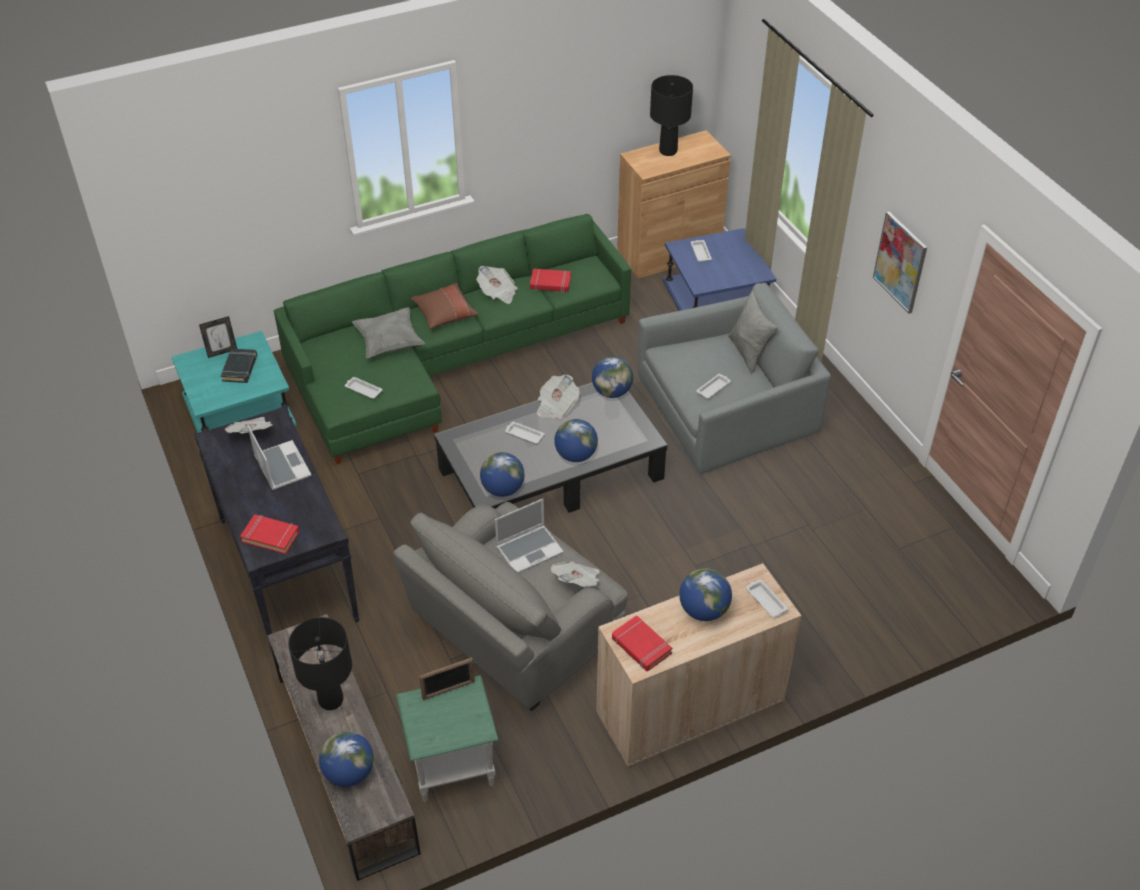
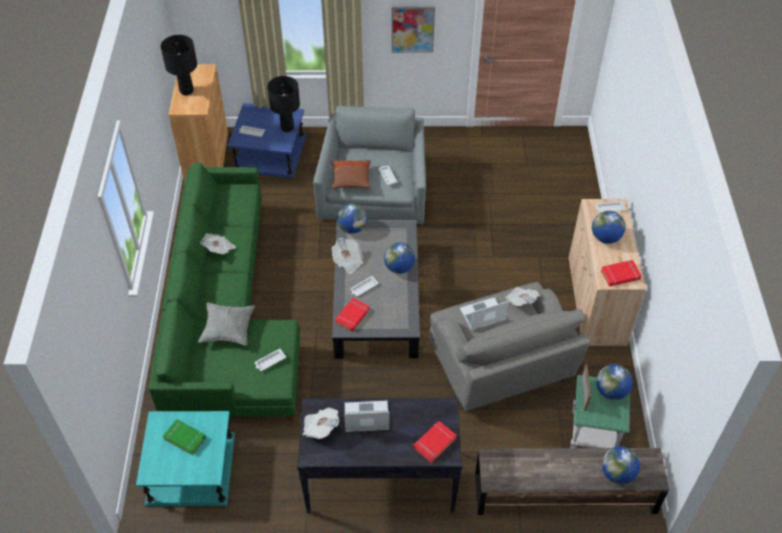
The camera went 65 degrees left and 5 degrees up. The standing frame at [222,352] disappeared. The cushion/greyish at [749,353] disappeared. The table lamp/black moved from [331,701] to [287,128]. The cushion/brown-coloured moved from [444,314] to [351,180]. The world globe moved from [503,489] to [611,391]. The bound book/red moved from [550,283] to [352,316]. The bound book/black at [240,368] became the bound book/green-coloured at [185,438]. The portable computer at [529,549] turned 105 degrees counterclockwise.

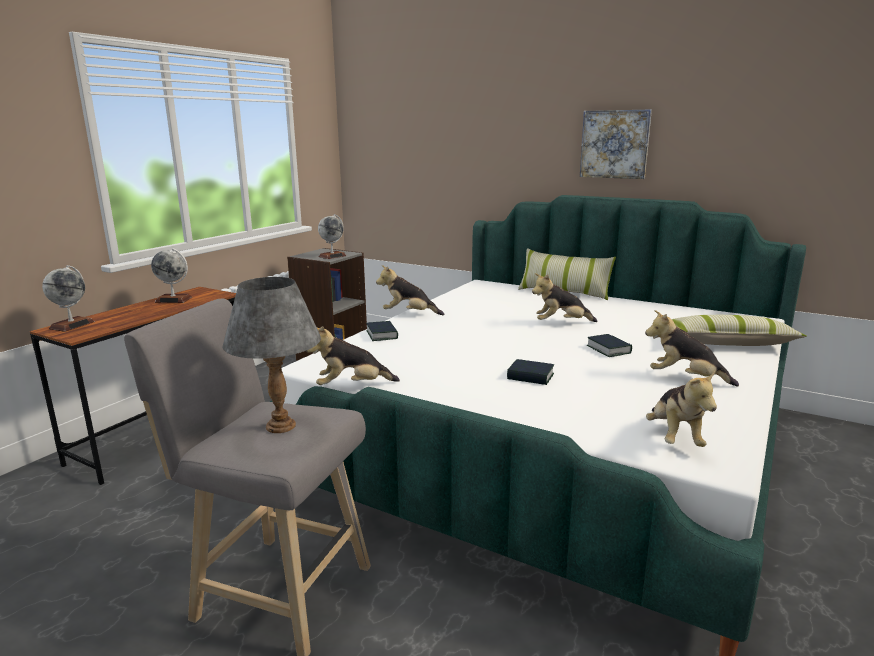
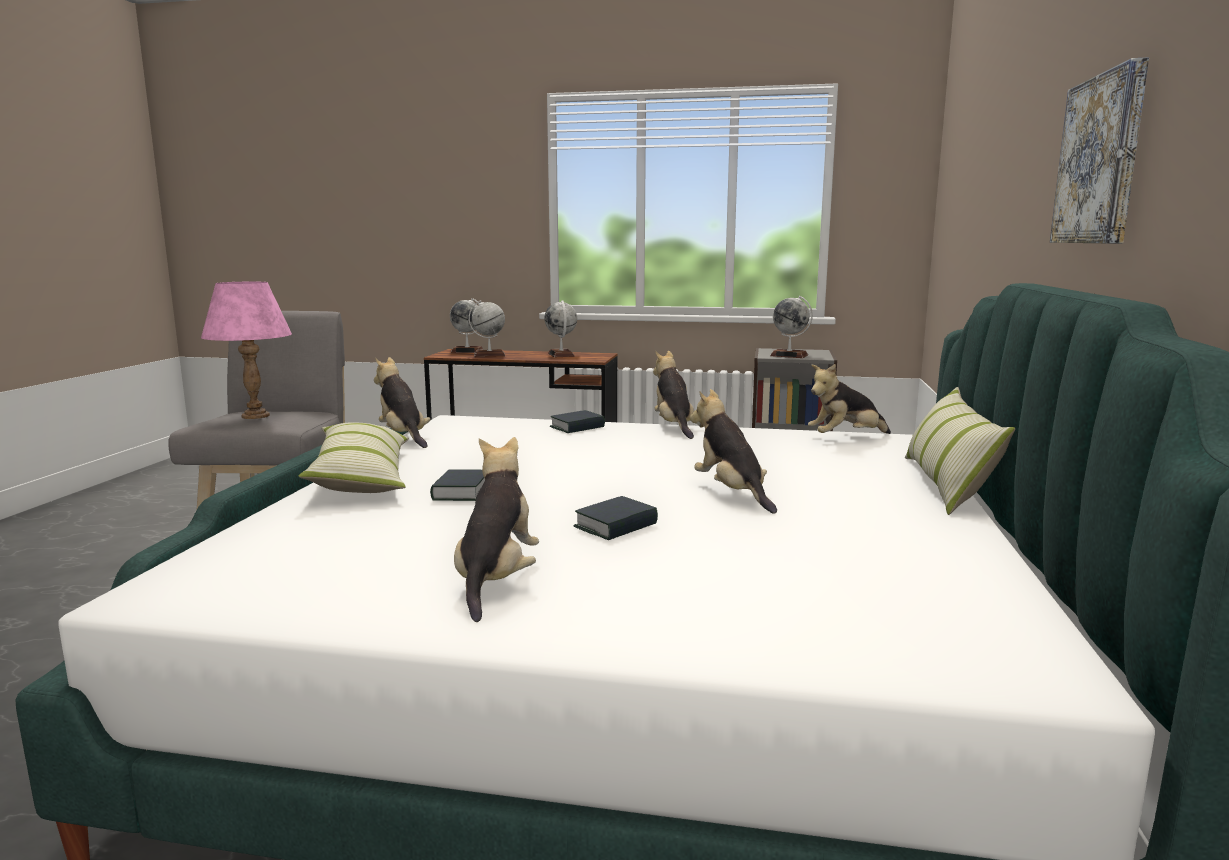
The camera went 70 degrees right and 5 degrees down. The world globe at [489,355] appeared. The soft toy moved from [674,437] to [845,438]. The cushion moved from [726,344] to [361,477]. The table lamp/greyish at [281,426] became the table lamp/pink-coloured at [255,416].

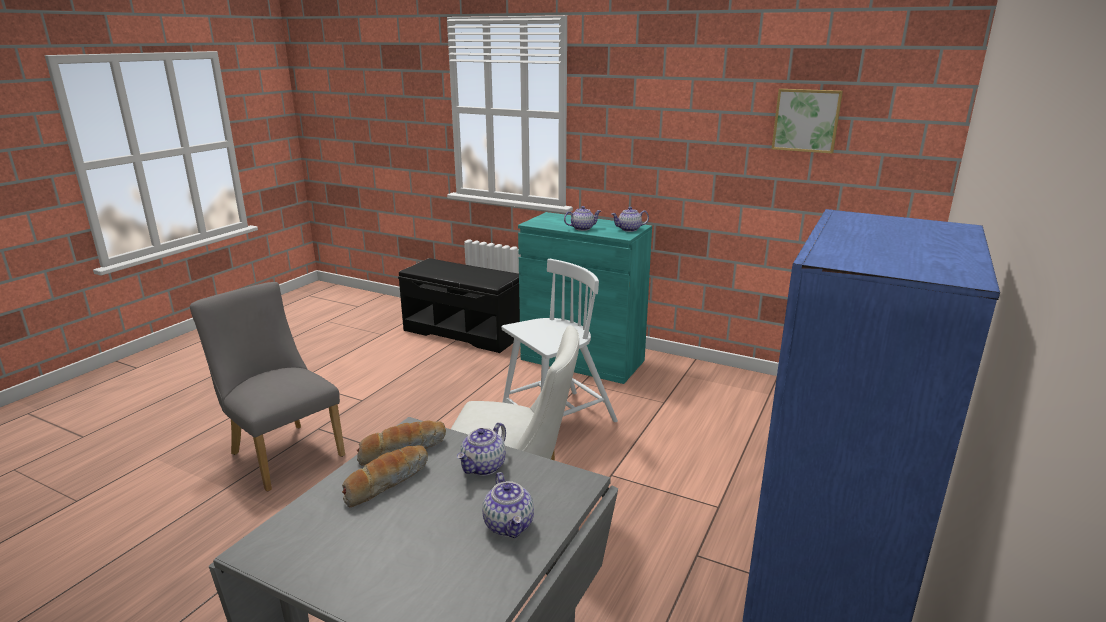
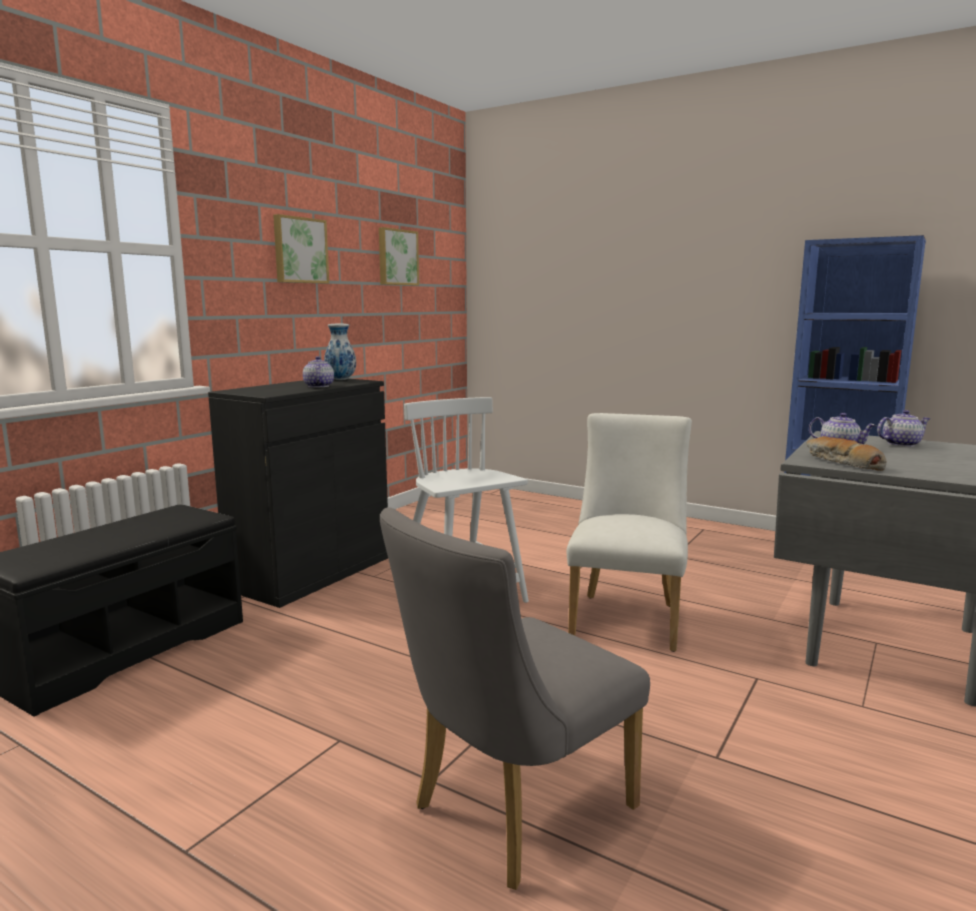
The camera went 85 degrees left and 10 degrees down. The baked bread at [386,482] disappeared. The wall picture at [299,250] appeared. The tea pot at [629,229] was replaced by the vase at [341,380]. The storage cabinet/turquoise at [582,360] became the storage cabinet/black at [311,573].

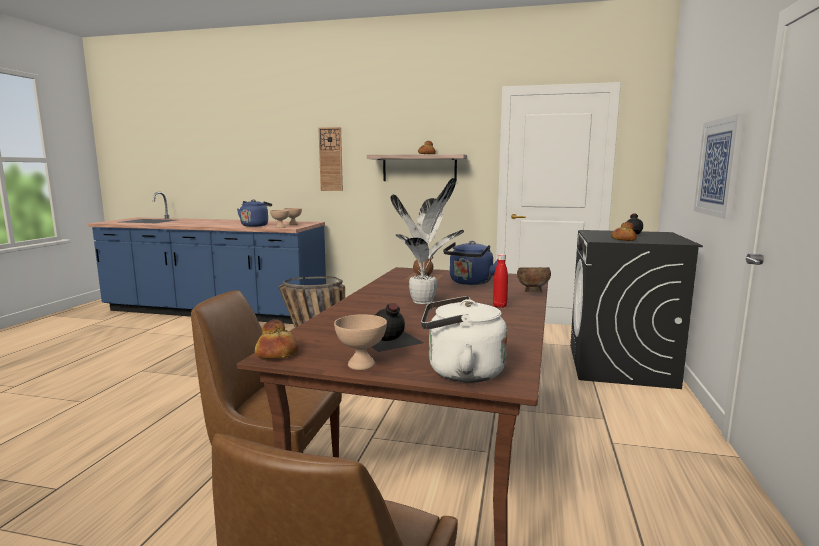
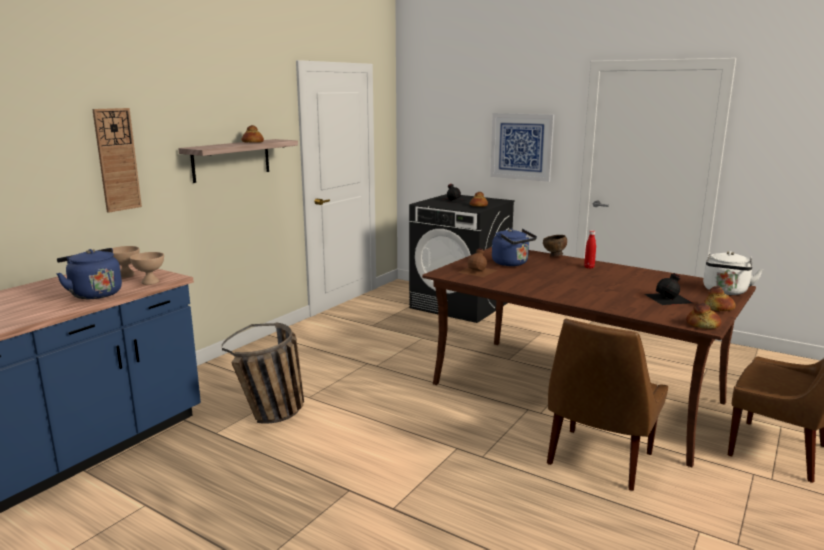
The camera went 70 degrees left and 5 degrees up. The potted plant at [424,302] disappeared. The bowl/beige-coloured at [360,364] was replaced by the baked bread at [718,308].

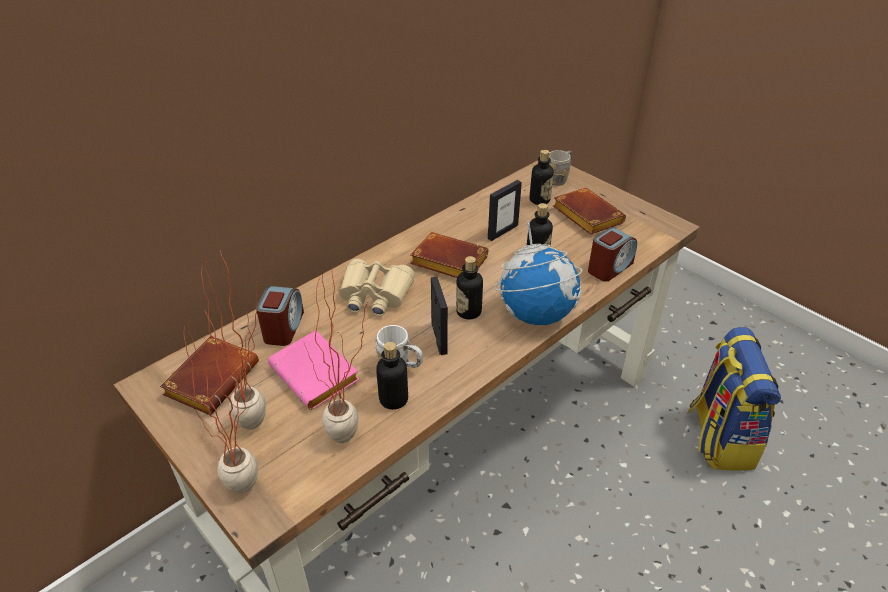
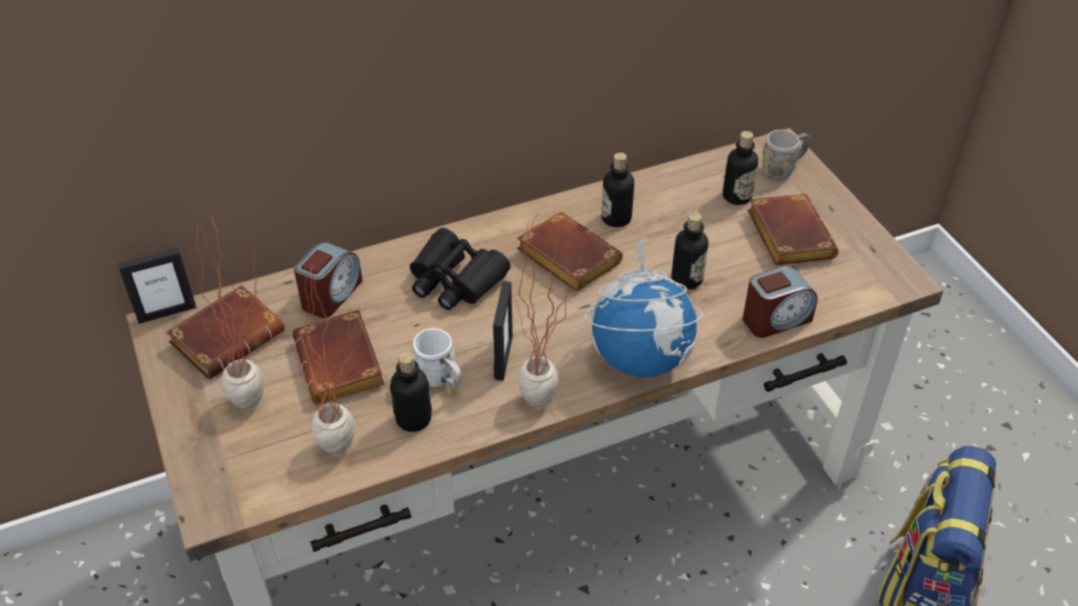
The camera went 20 degrees right and 5 degrees up. The potted plant moved from [255,486] to [550,403]. The bottle moved from [468,311] to [616,218]. The standing frame moved from [502,231] to [167,312]. The bound book/pink-coloured at [318,375] became the bound book/brown-coloured at [343,365]. The pair of binoculars/beige-coloured at [375,295] became the pair of binoculars/black at [455,280].

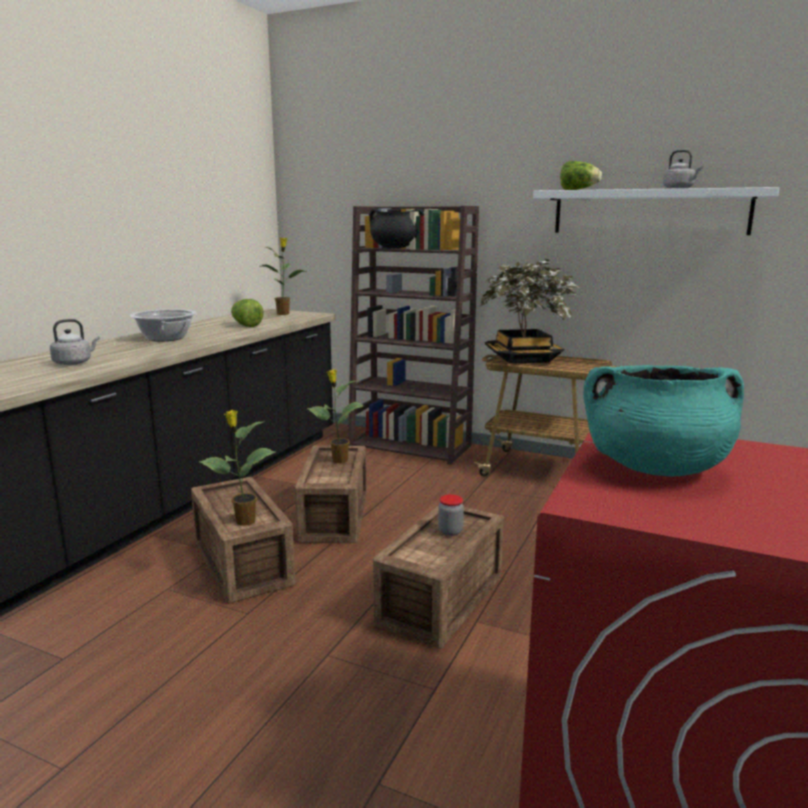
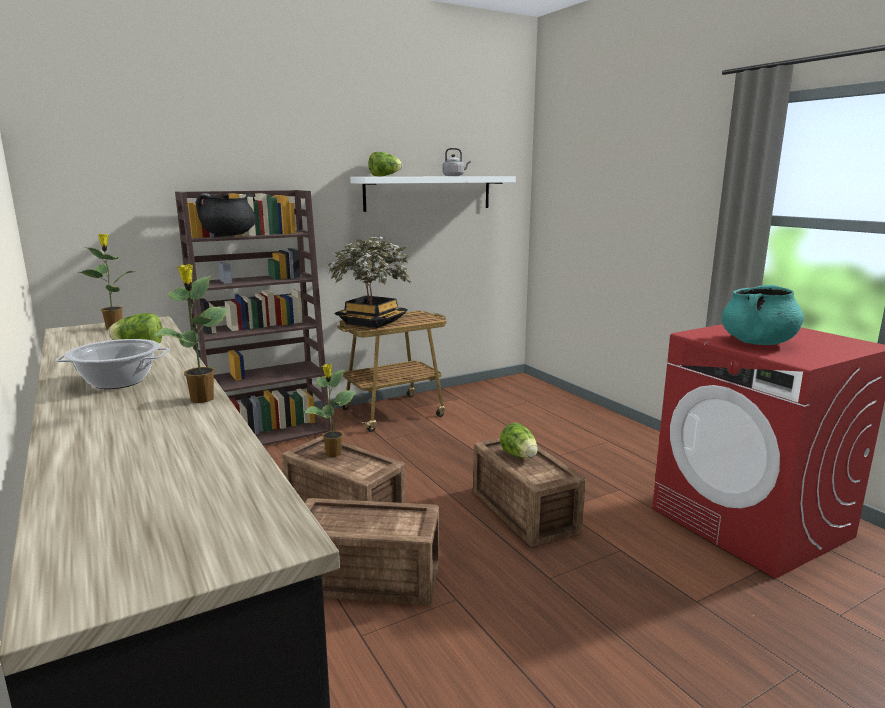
The camera went 55 degrees left and 0 degrees up. The water kettle/greyish at [74,363] disappeared. The potted plant moved from [244,521] to [202,399]. The jar at [450,531] was replaced by the lettuce at [519,456].

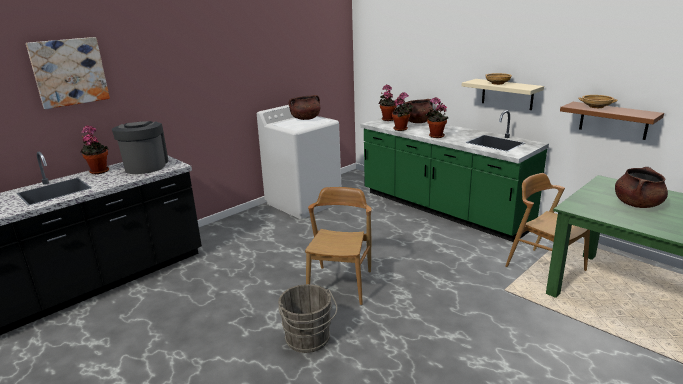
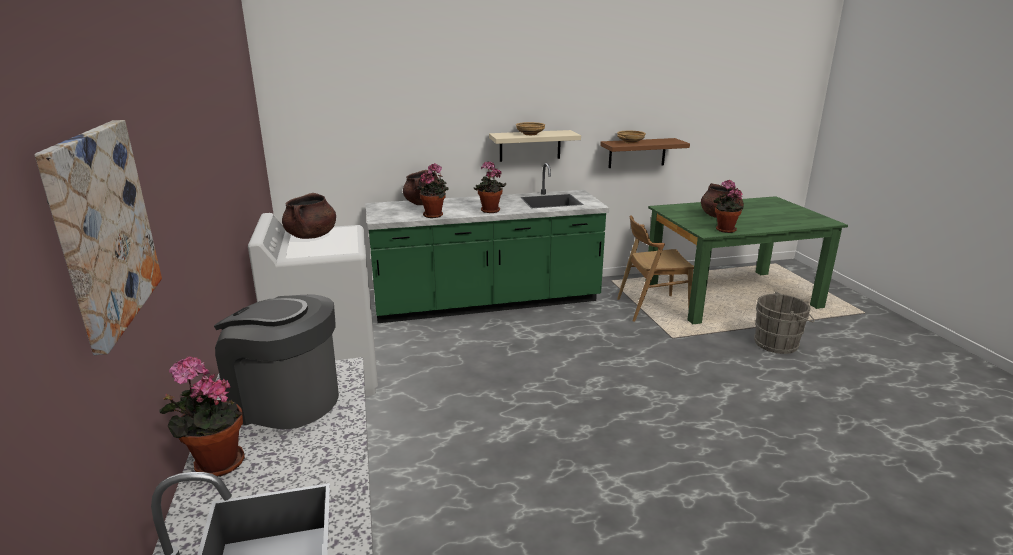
The camera went 60 degrees left and 0 degrees up. The plain chair/brown-coloured at [340,285] disappeared. The pail/greyish moved from [308,340] to [779,344]. The potted plant moved from [387,119] to [723,230].

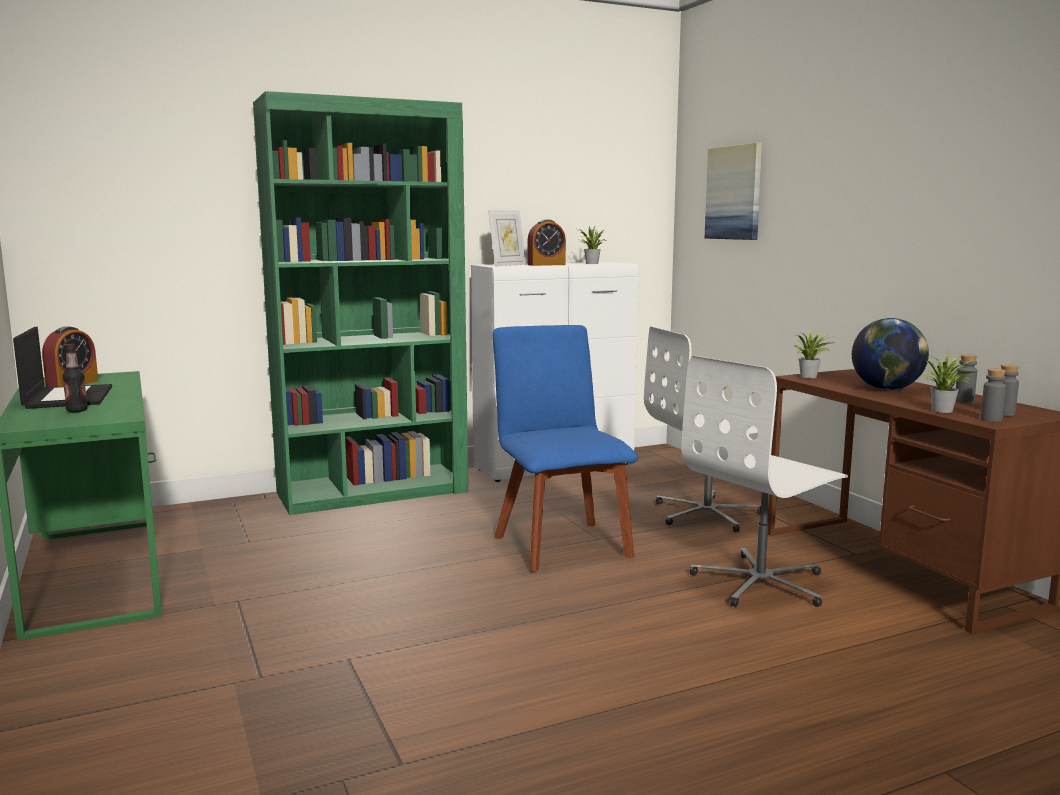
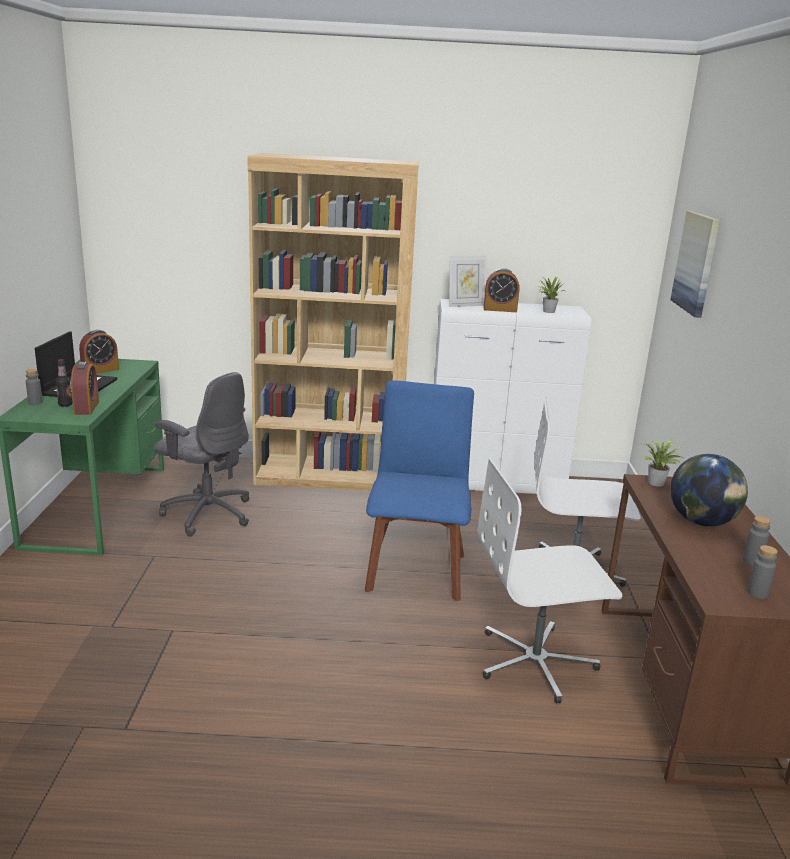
The camera went 25 degrees right and 10 degrees up. The potted plant at [943,411] disappeared. The table clock at [86,408] appeared. The computer chair/greyish at [207,513] appeared. The bottle/greyish moved from [991,419] to [35,402]. The bookshelf/green-coloured at [373,492] became the bookshelf/brown-coloured at [330,476].

